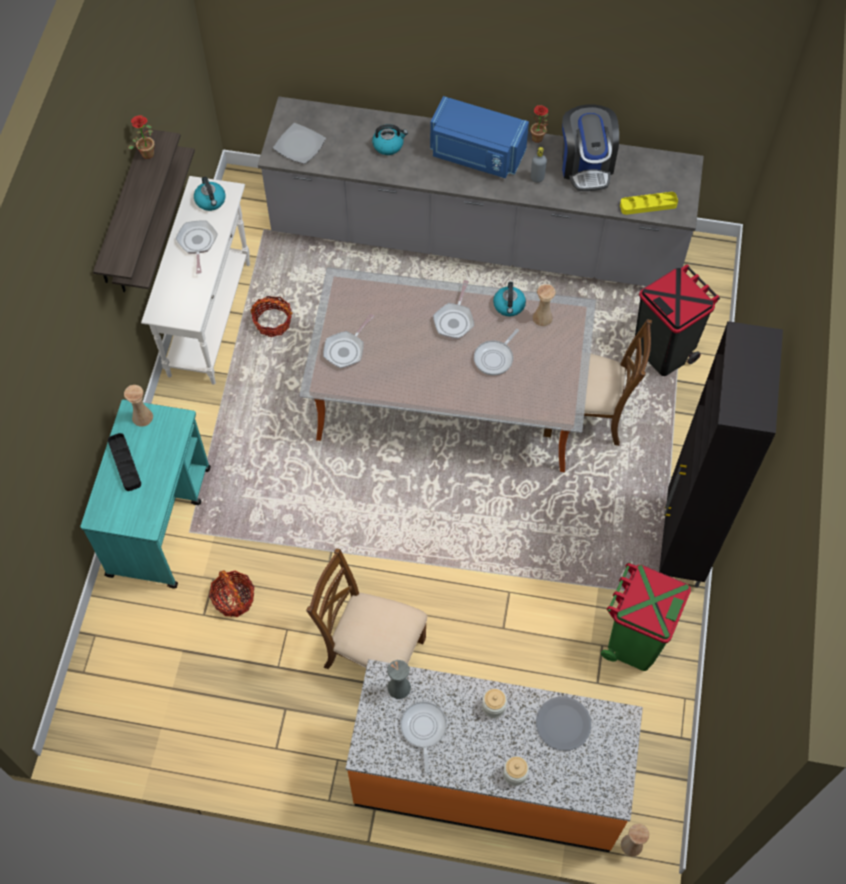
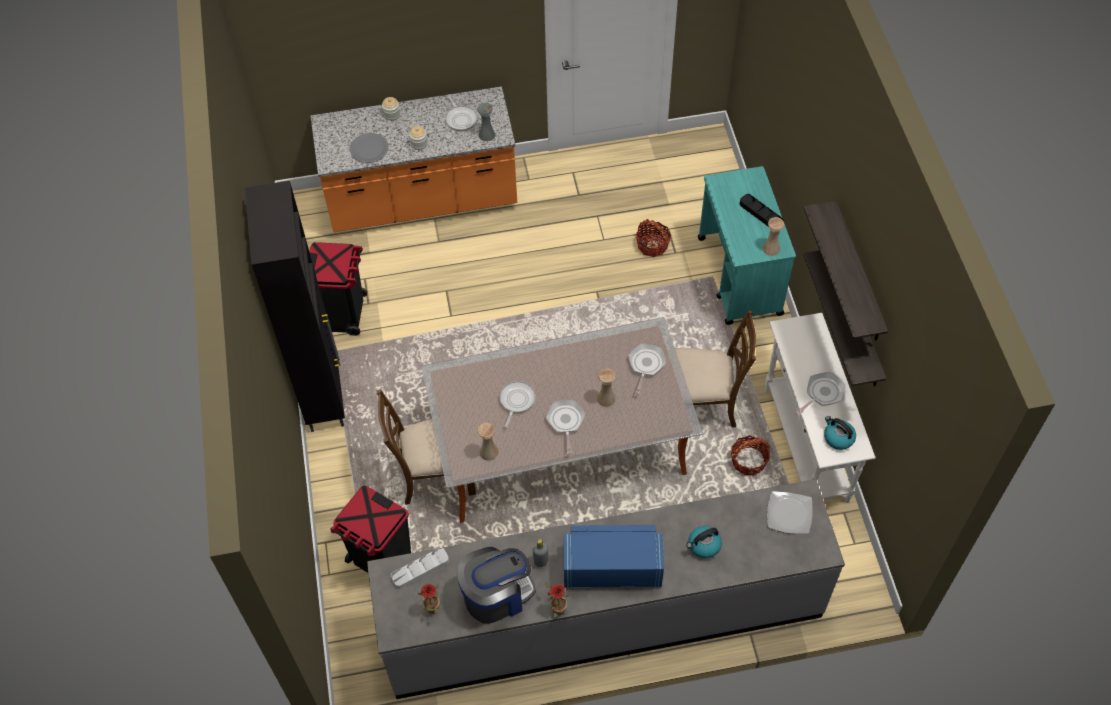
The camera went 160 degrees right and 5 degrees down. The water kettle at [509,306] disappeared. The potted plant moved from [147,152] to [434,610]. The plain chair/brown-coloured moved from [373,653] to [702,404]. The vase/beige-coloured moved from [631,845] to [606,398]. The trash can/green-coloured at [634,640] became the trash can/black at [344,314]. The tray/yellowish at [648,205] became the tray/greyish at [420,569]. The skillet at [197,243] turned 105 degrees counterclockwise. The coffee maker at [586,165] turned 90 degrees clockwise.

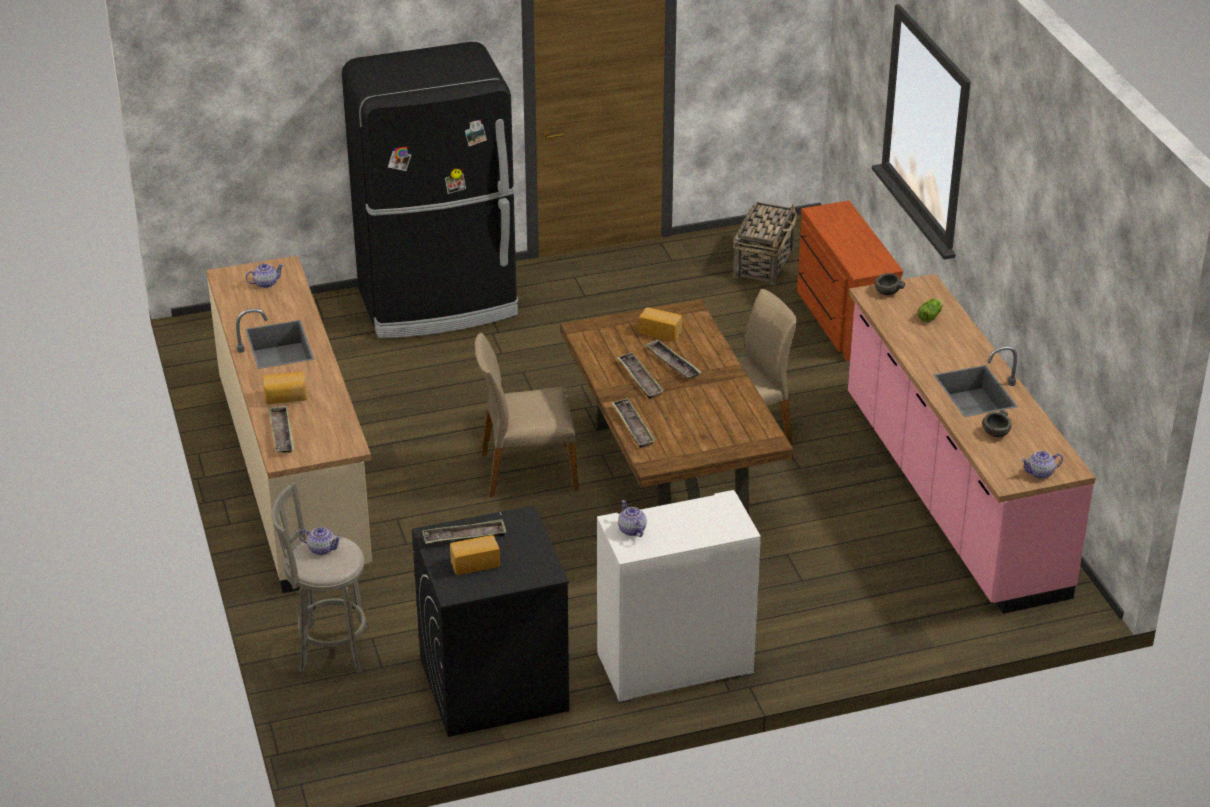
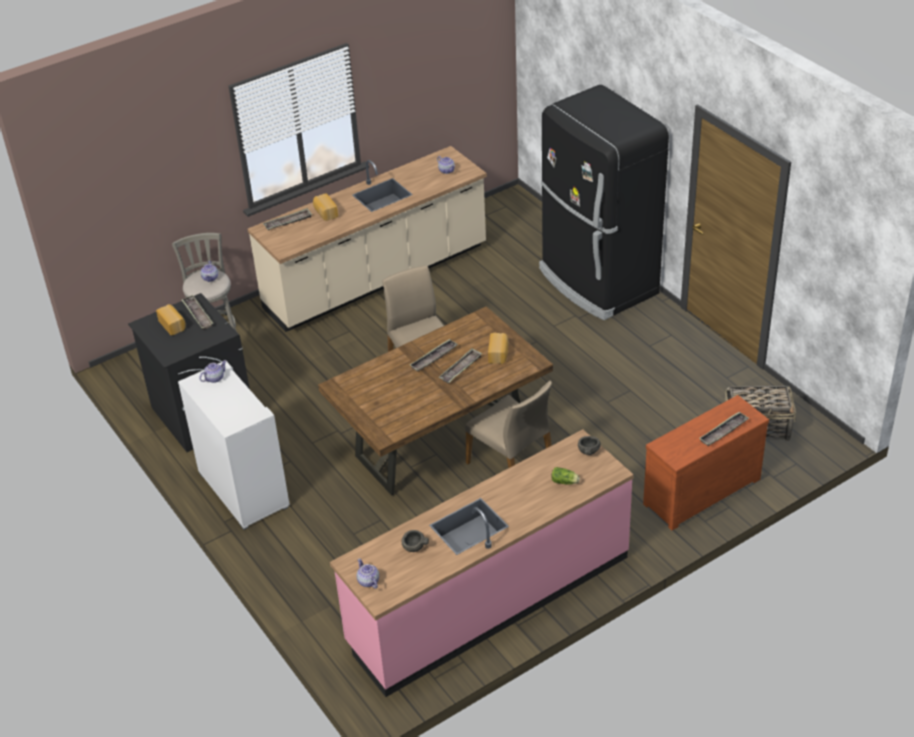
The camera went 75 degrees right and 5 degrees up. The tray moved from [633,426] to [723,431].

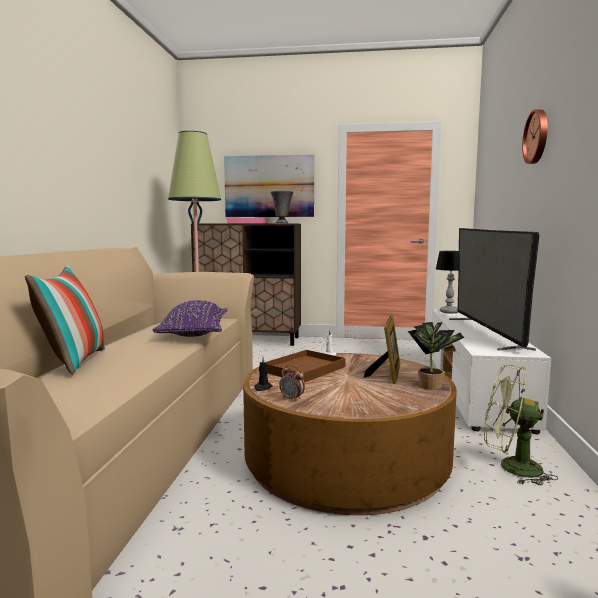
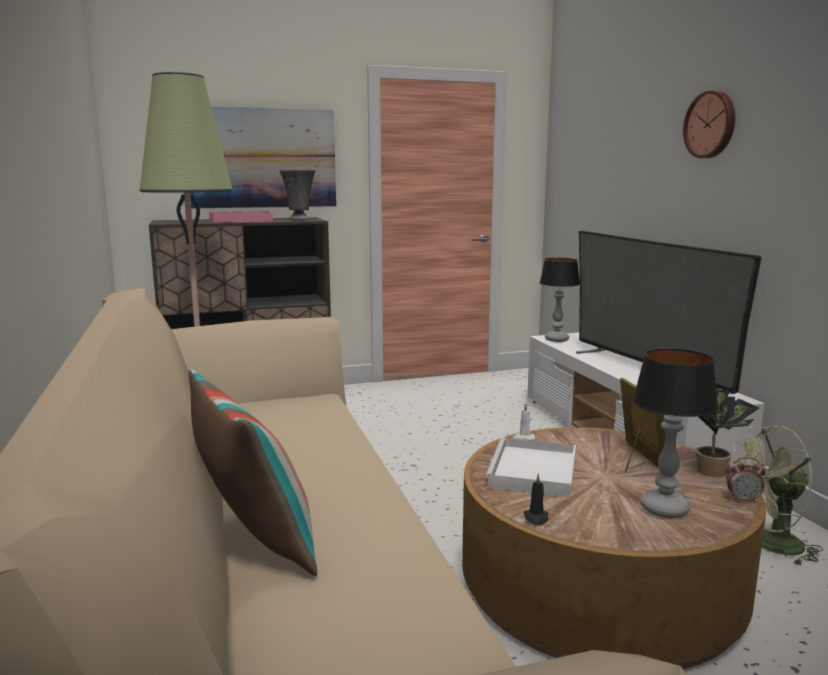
The camera went 25 degrees left and 5 degrees up. The cushion/purplish at [195,333] disappeared. The table lamp at [665,509] appeared. The table clock moved from [292,399] to [743,500]. The tray/brown-coloured at [303,369] became the tray/white-coloured at [534,472].

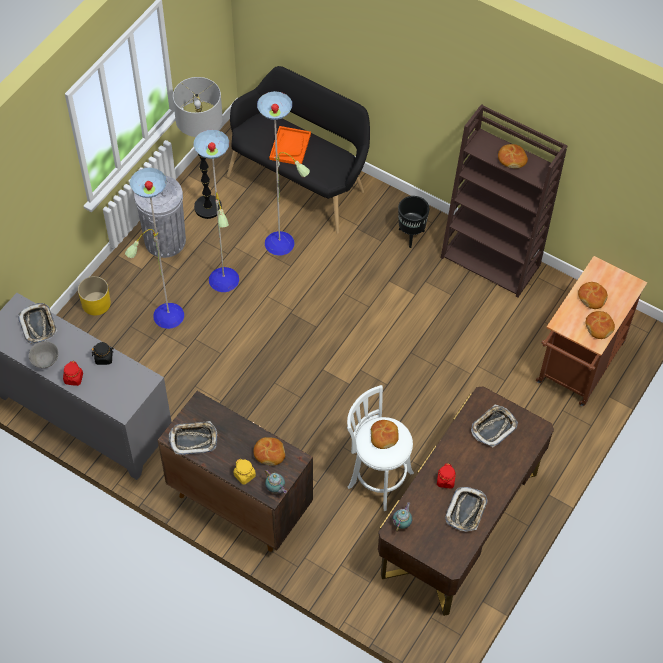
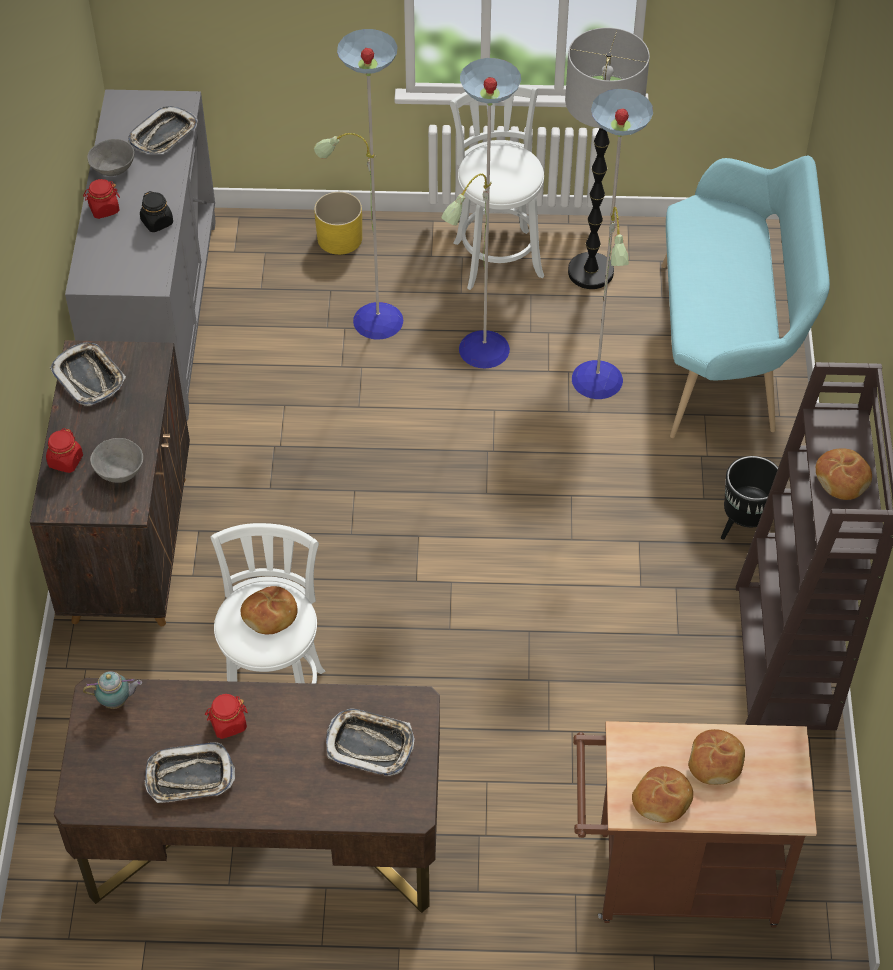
The camera went 60 degrees right and 5 degrees down. The tea pot at [275,489] disappeared. The tray/orangey at [290,146] disappeared. The trash can/greyish at [165,240] was replaced by the stool/white-coloured at [497,255]. The baked bread at [269,453] was replaced by the bowl/greyish at [120,471]. The indoor bench/black at [301,181] became the indoor bench/turquoise at [727,350]. The jar/yellowish at [244,475] became the jar/red at [65,461].

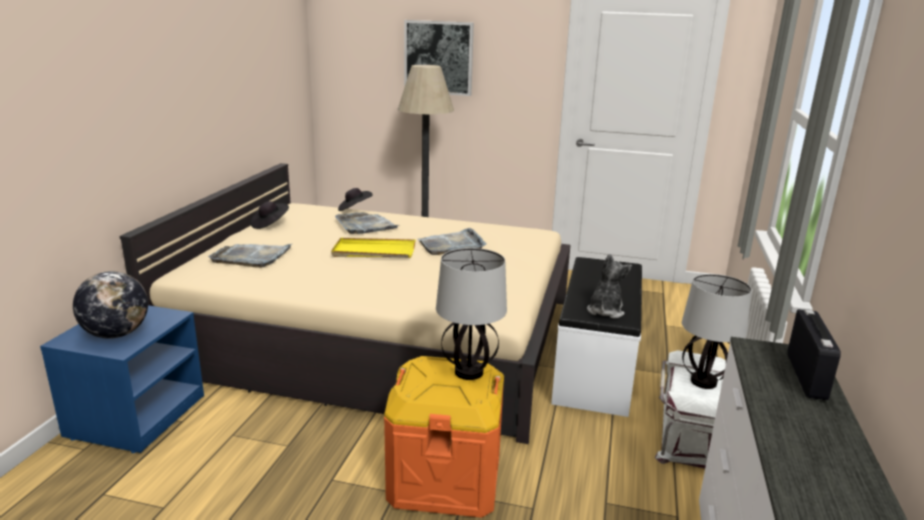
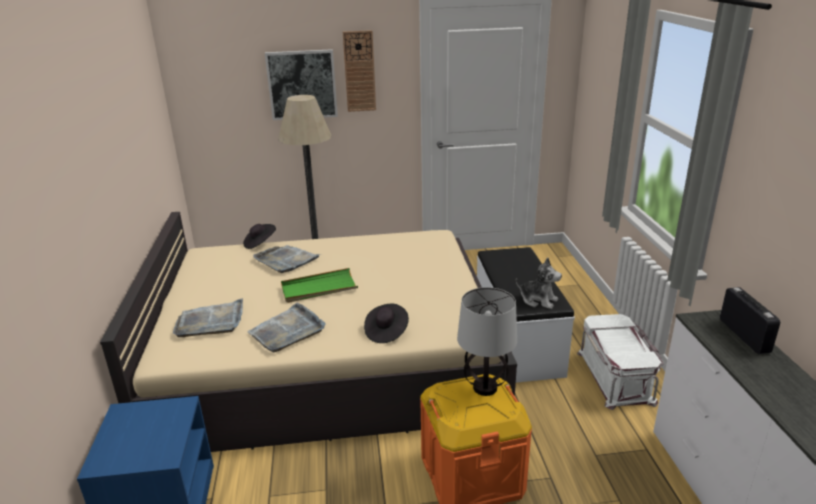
The camera went 20 degrees left and 5 degrees up. The world globe at [116,334] disappeared. The table lamp at [702,382] disappeared. The wall clock at [359,71] appeared. The wearable hat/black moved from [269,224] to [386,332]. The tray/greyish moved from [452,245] to [287,331]. The tray/yellowish at [373,252] became the tray/green-coloured at [319,288]. The soft toy at [605,311] turned 120 degrees clockwise.

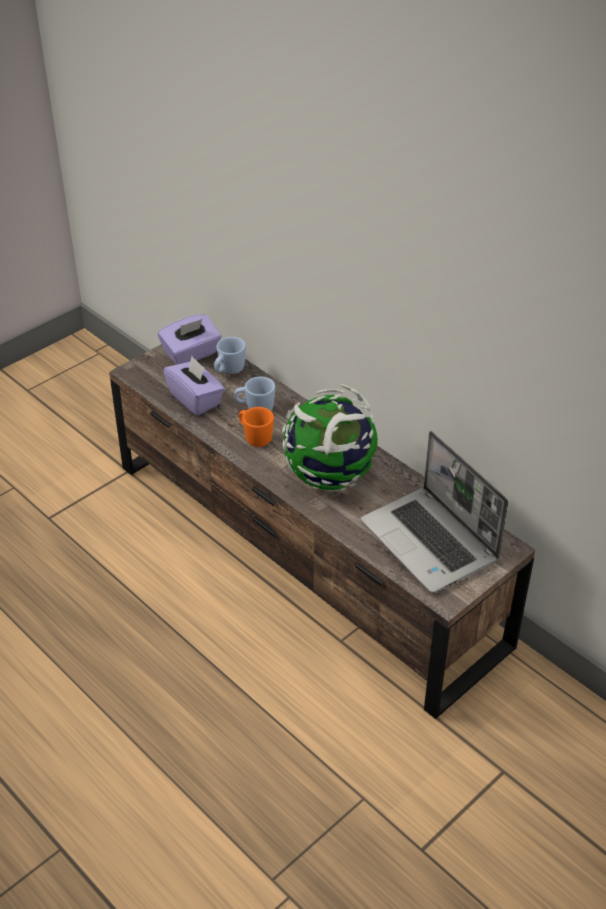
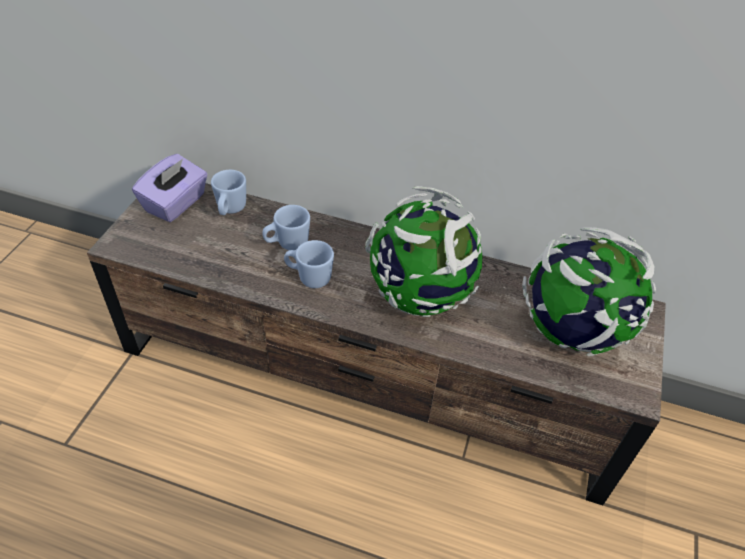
The camera went 30 degrees left and 5 degrees up. The box of tissues/purplish at [195,399] disappeared. The portable computer at [431,542] was replaced by the world globe at [571,332]. The coffee mug/orangey at [255,437] became the coffee mug/blue at [309,277].

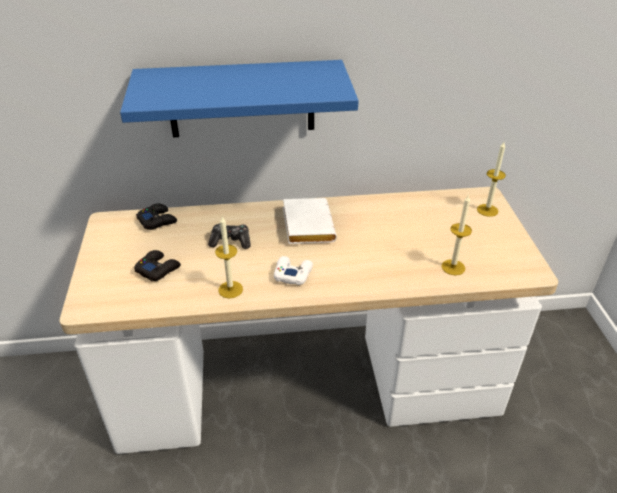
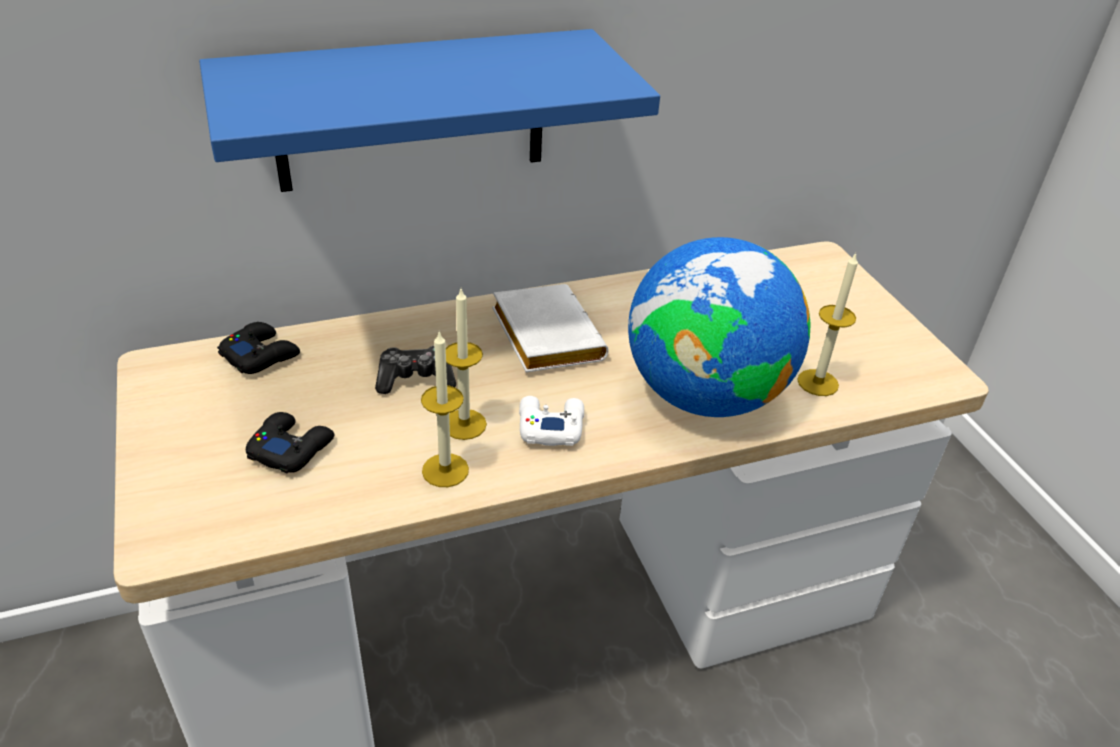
The camera went 15 degrees left and 0 degrees up. The world globe at [704,394] appeared. The wax candle moved from [487,210] to [464,424].

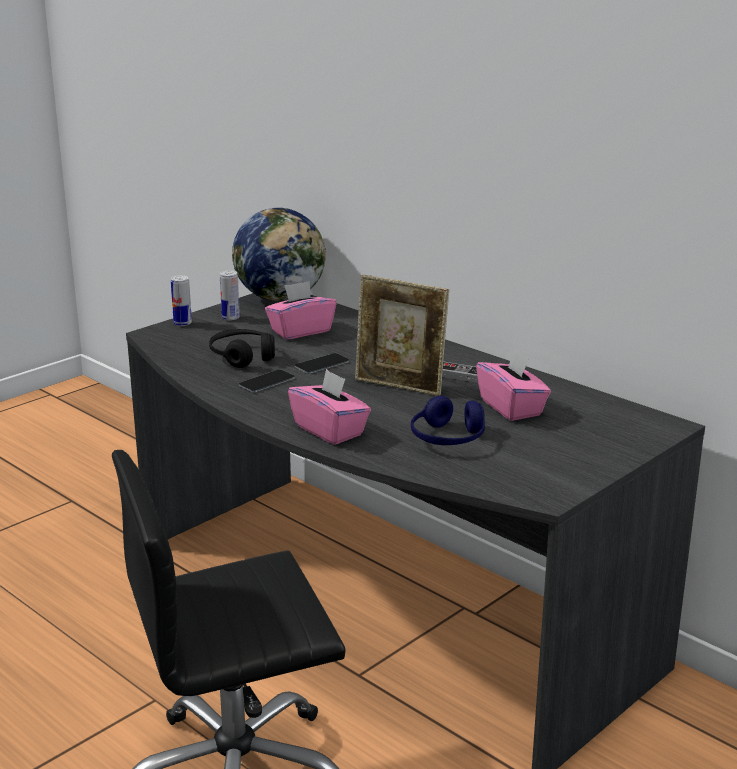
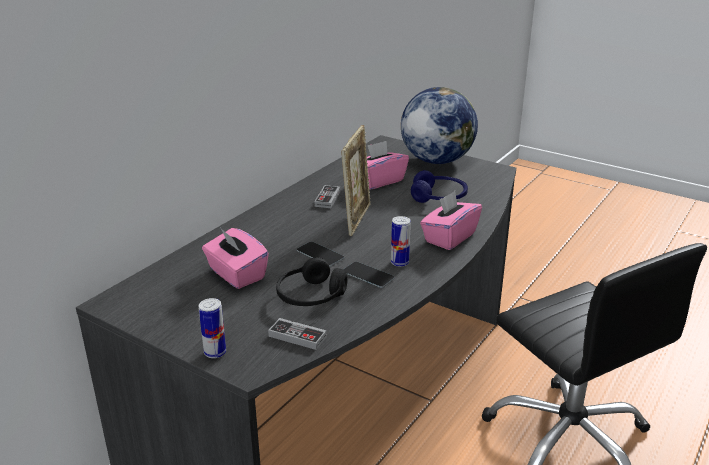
The camera went 100 degrees left and 5 degrees up. The gamepad at [297,336] appeared. The sealed can moved from [230,318] to [399,263]. The world globe moved from [281,298] to [436,160].

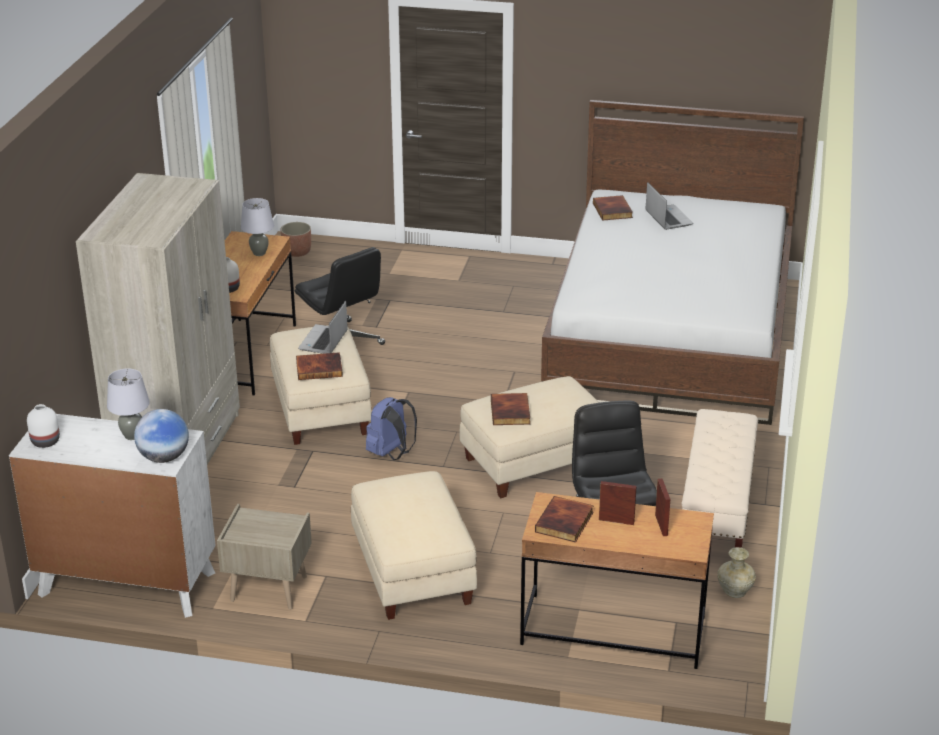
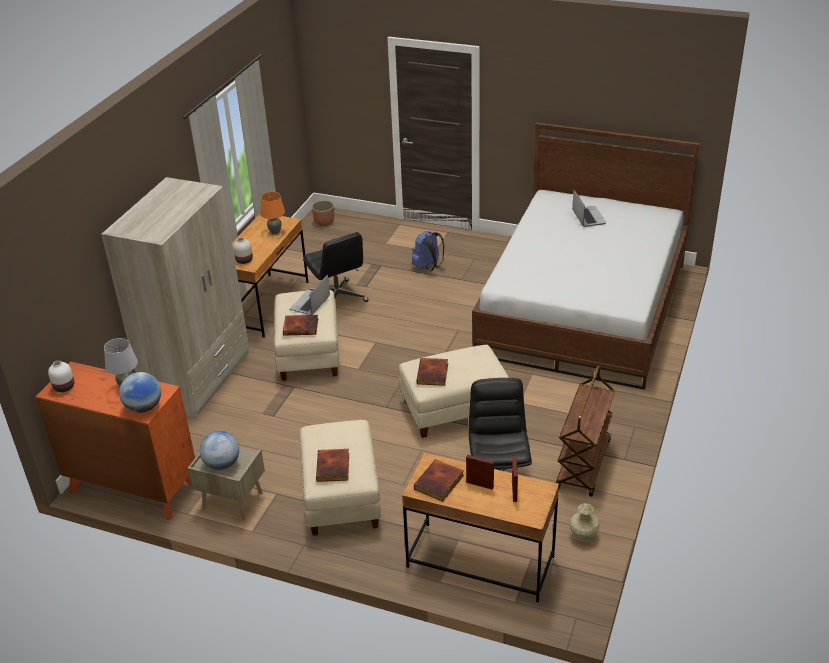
The camera went 10 degrees right and 5 degrees up. The world globe at [222,464] appeared. The rucksack/blue moved from [391,453] to [428,267]. The bound book moved from [613,210] to [334,467]. The indoor bench/beige-coloured at [716,514] was replaced by the trolley/brown-coloured at [584,465]. The dresser/white-coloured at [126,583] became the dresser/orangey at [133,487]. The table lamp/greyish at [259,253] became the table lamp/orangey at [275,232].

